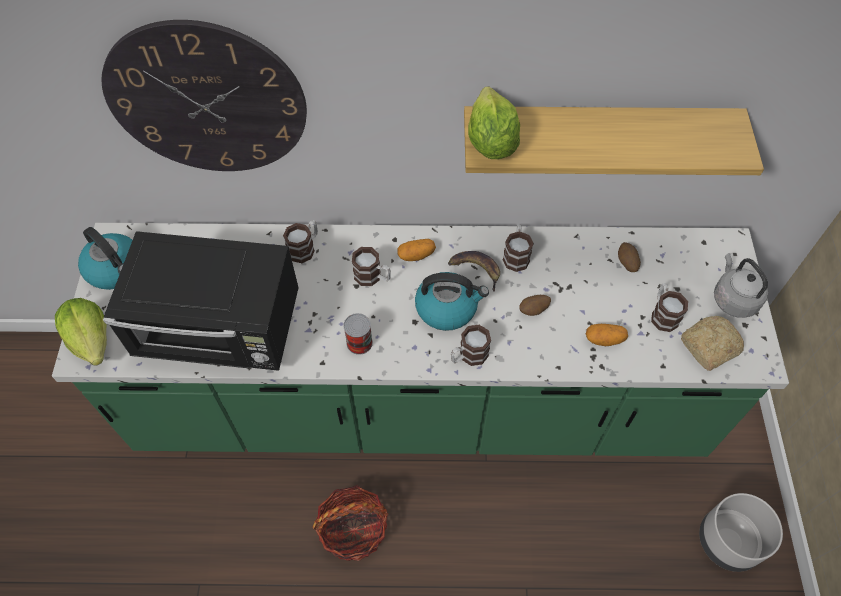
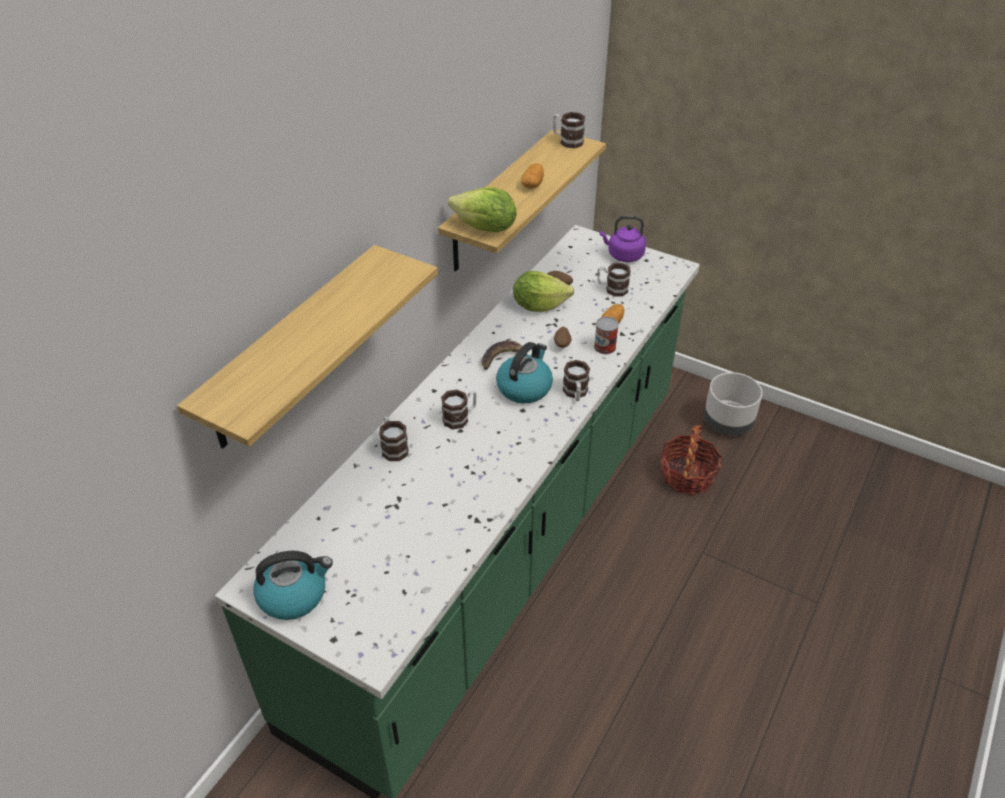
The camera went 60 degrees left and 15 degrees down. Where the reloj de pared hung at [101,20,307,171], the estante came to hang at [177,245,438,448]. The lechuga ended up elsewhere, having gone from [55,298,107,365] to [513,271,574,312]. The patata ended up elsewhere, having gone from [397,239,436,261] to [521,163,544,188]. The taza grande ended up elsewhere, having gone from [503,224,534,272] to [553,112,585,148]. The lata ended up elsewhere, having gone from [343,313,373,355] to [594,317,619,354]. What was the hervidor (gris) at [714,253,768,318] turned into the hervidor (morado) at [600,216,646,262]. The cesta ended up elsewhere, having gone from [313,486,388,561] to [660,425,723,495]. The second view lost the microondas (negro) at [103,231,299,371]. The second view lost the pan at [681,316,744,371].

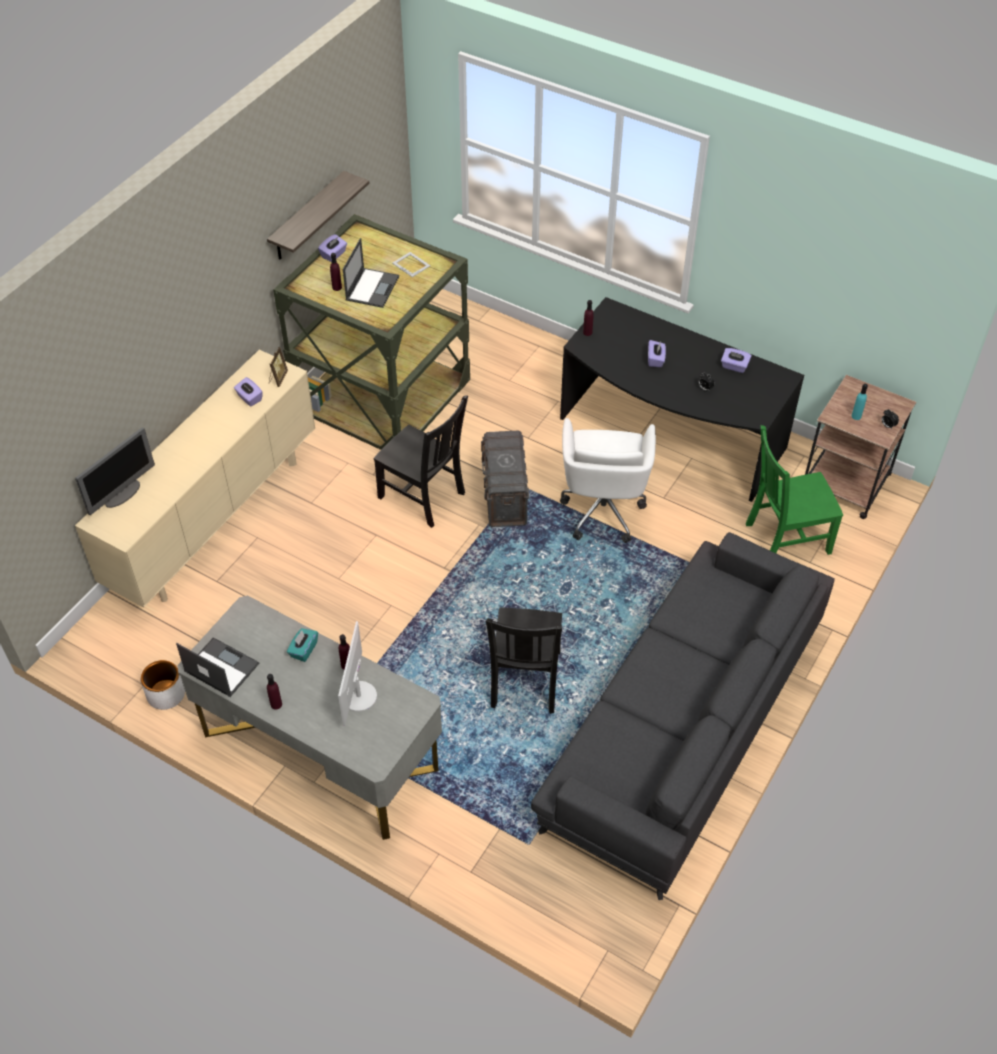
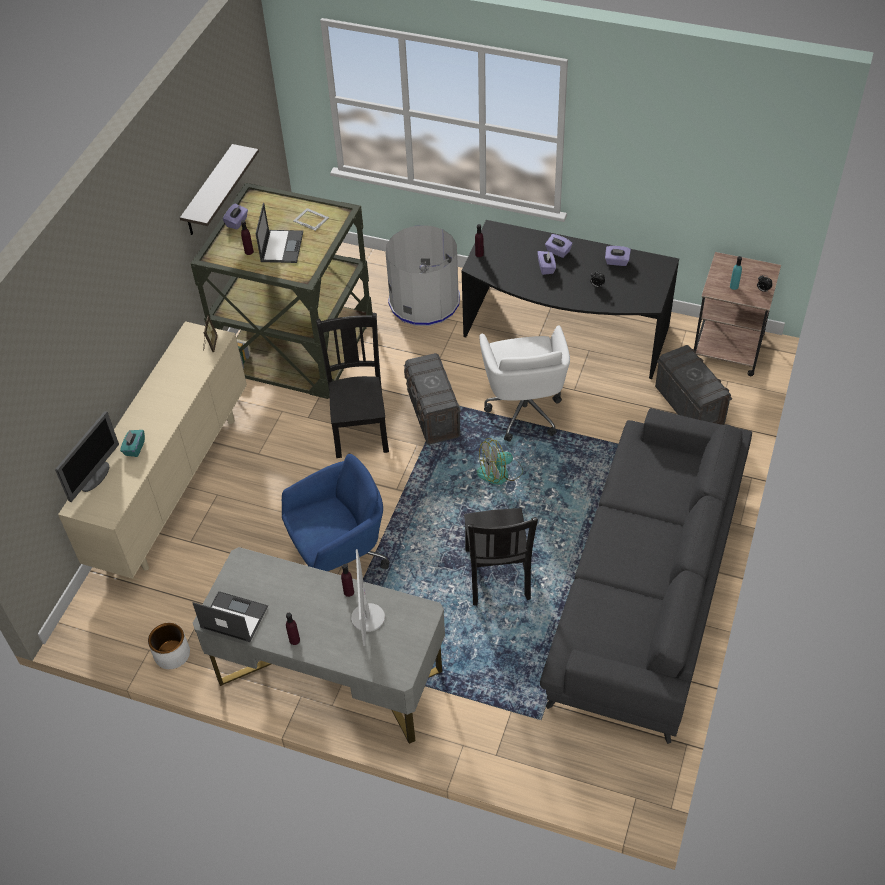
The camera went 10 degrees left and 0 degrees up. The caja de pañuelos (turquesa) ended up elsewhere, having gone from [287,628,318,662] to [120,430,145,457]. The second view gained the silla de oficina (azul) at [282,454,390,571]. The silla (negro) at [374,395,468,528] ended up facing another way, 120 degrees counterclockwise from before. The second view gained the papelera (gris) at [386,225,460,326]. The second view gained the ventilador at [477,438,523,485]. The caja de pañuelos (morado) ended up elsewhere, having gone from [234,377,263,406] to [545,234,573,258]. Where the silla (verde) stood at [746,425,843,555], the caja de almacenaje (gris) came to stand at [655,345,732,425].

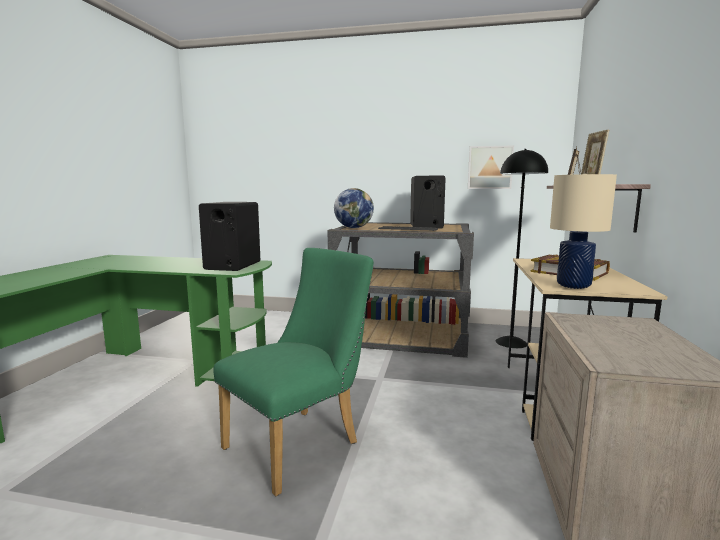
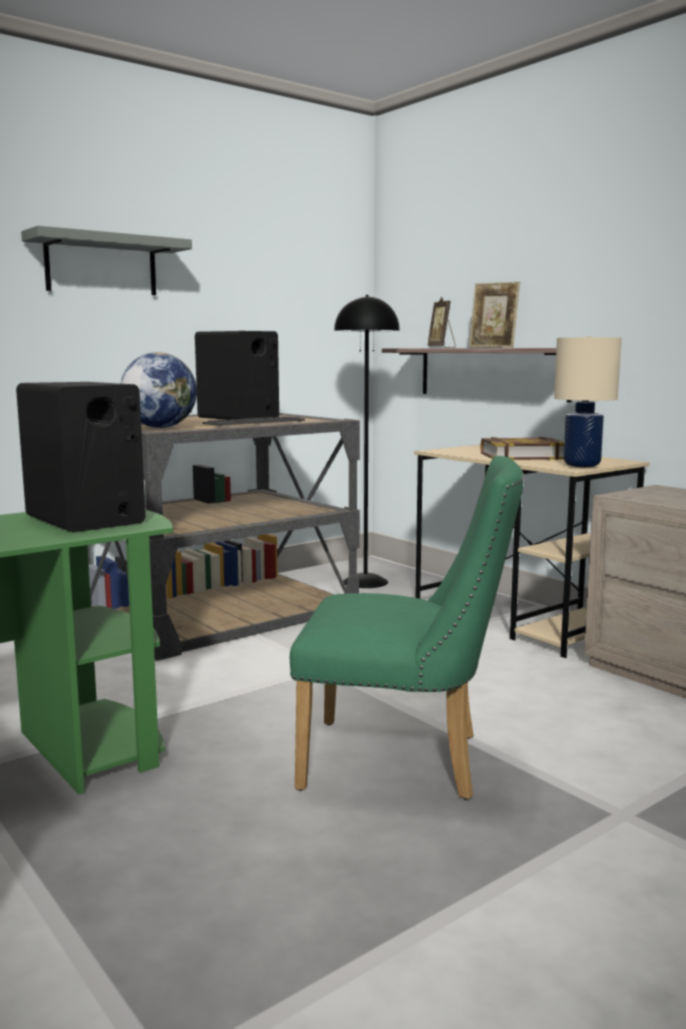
The camera went 50 degrees left and 0 degrees up. The second view gained the estante (gris) at [21,226,192,295]. The silla (verde) at [213,248,374,496] ended up facing another way, 105 degrees clockwise from before. The second view lost the cuadro at [468,145,514,189].

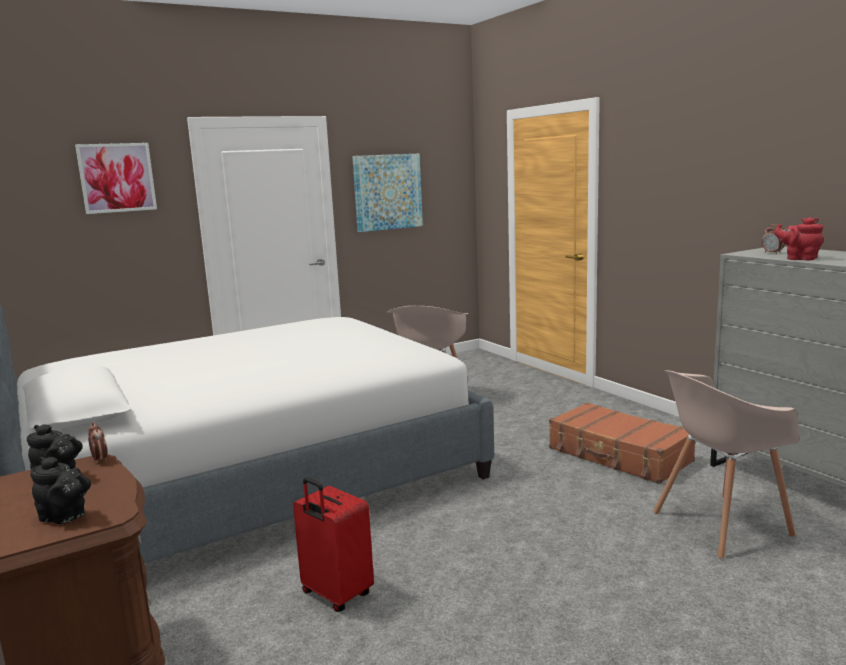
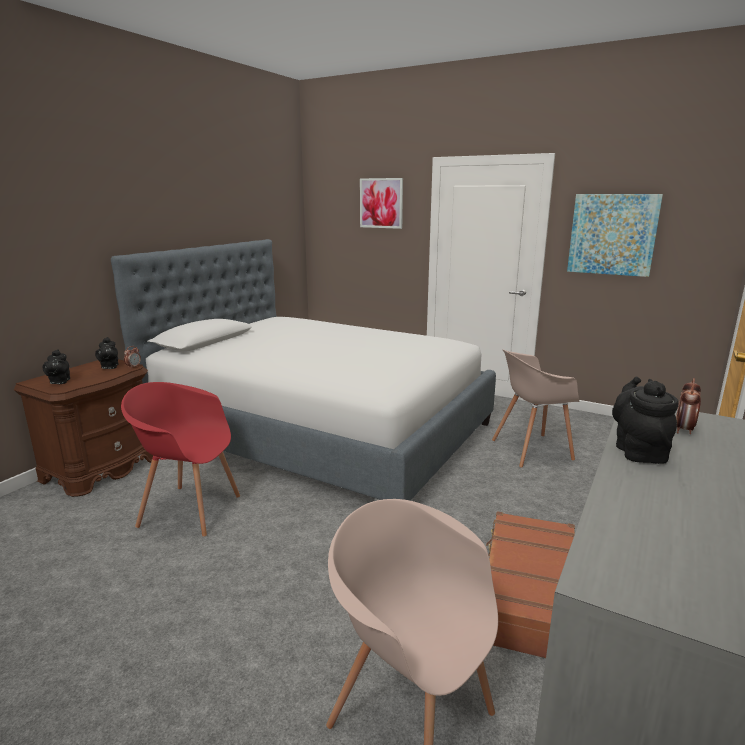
The camera went 60 degrees right and 5 degrees up. Where the maleta (rojo) stood at [293,477,374,612], the silla (rojo) came to stand at [121,382,240,537]. What was the tetera (rojo) at [774,217,824,260] turned into the tetera (negro) at [612,377,679,464].

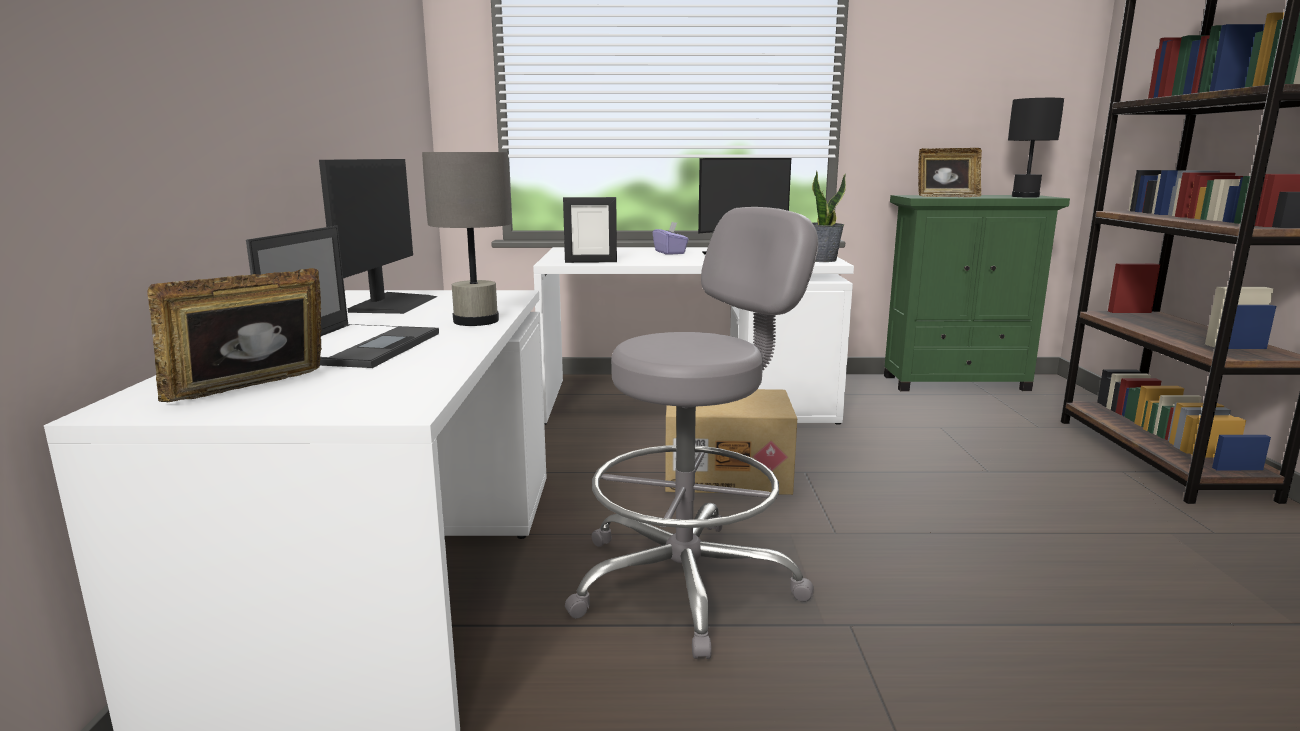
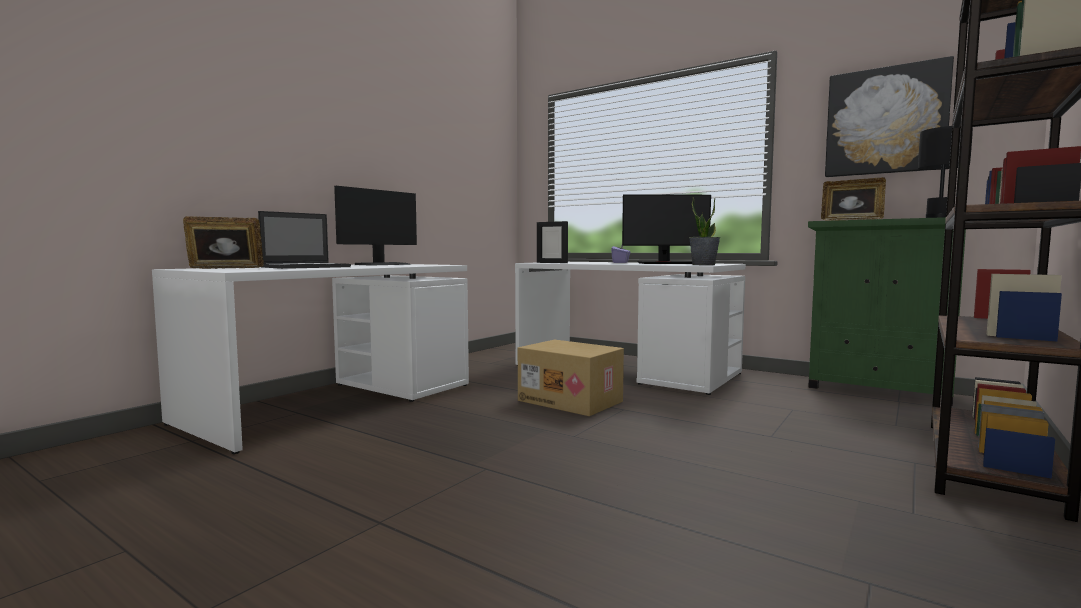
The camera went 35 degrees right and 10 degrees down. The second view gained the cuadro at [825,56,954,177]. The second view lost the lámpara de mesa (gris) at [422,152,511,326]. The second view lost the taburete (gris) at [565,207,818,659].

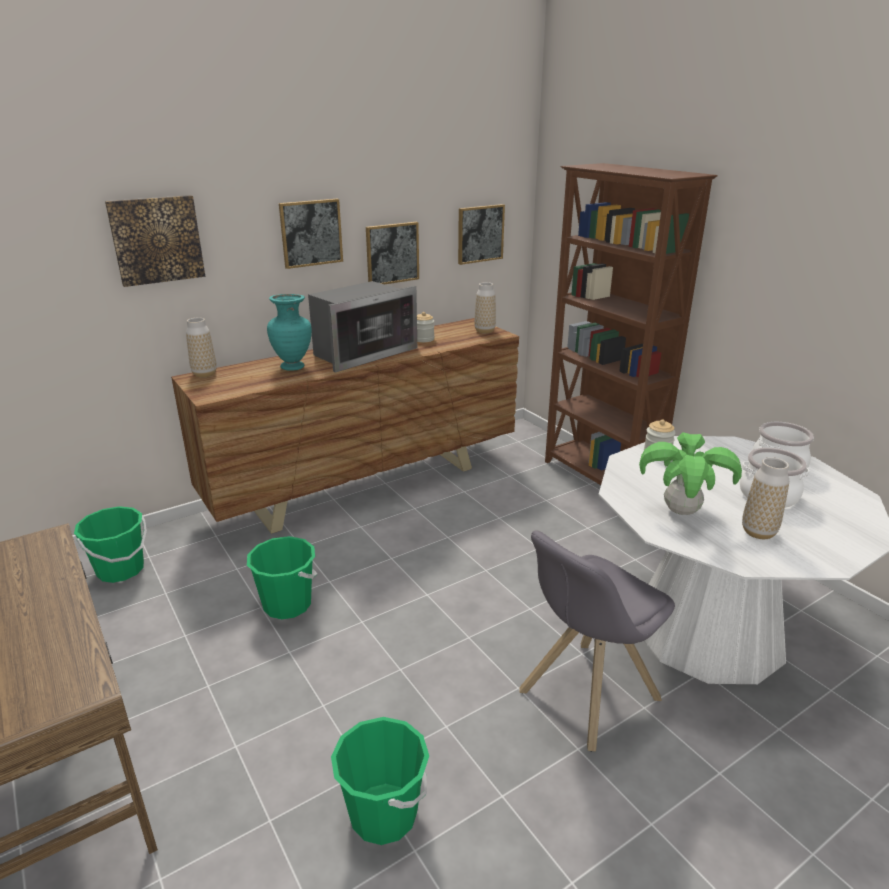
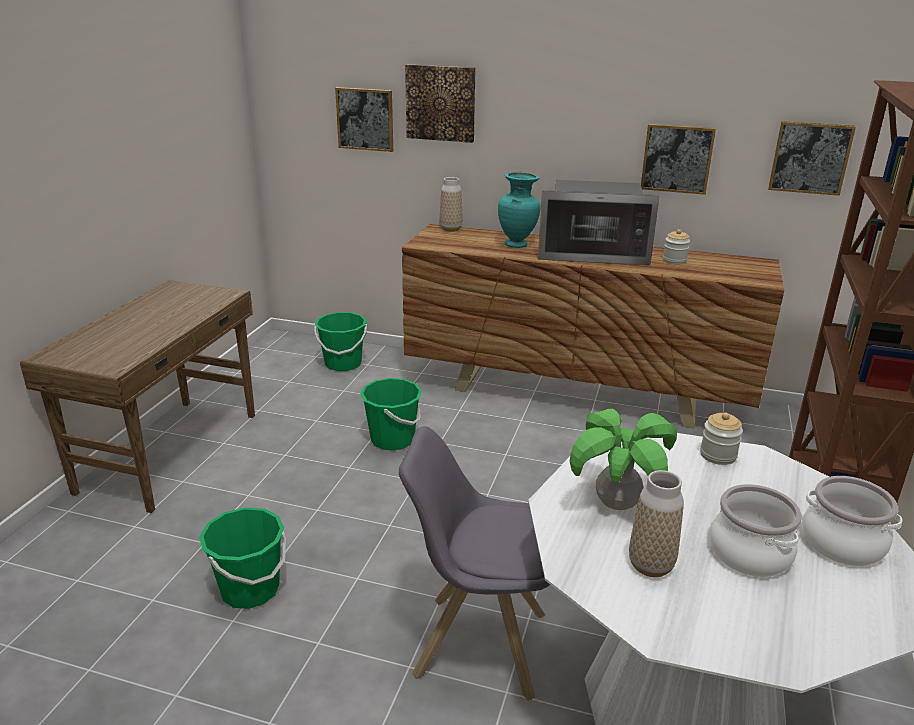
The camera went 50 degrees right and 0 degrees up. The cuadro ended up elsewhere, having gone from [279,199,343,269] to [335,87,393,152]. The second view lost the florero at [474,282,496,333].

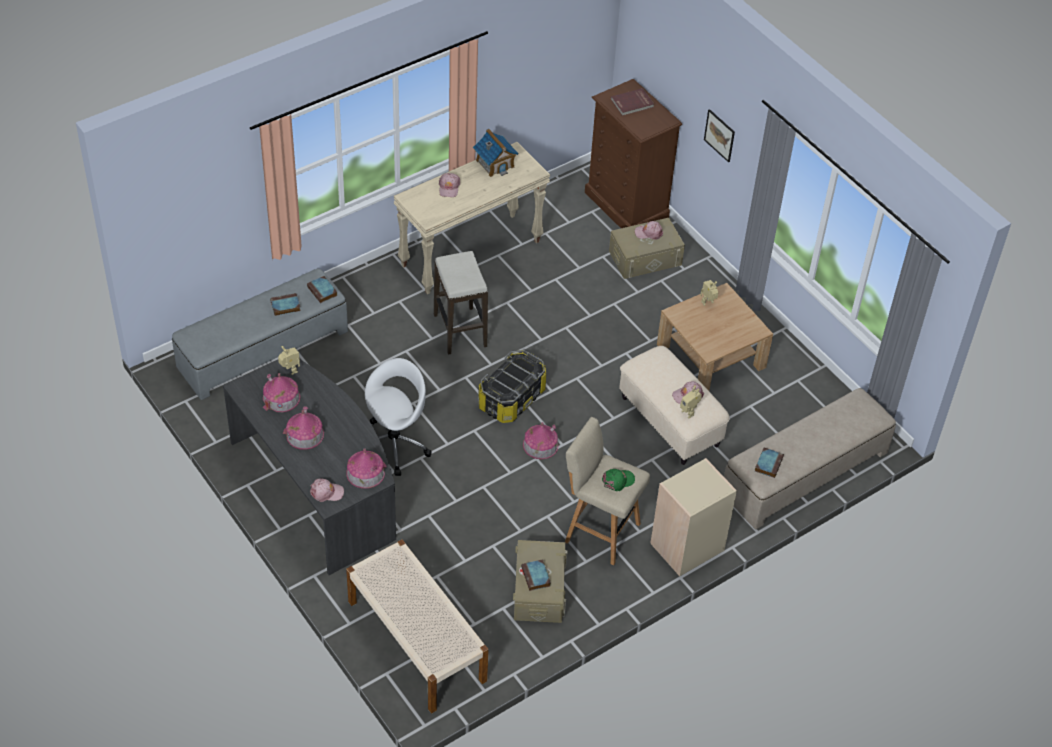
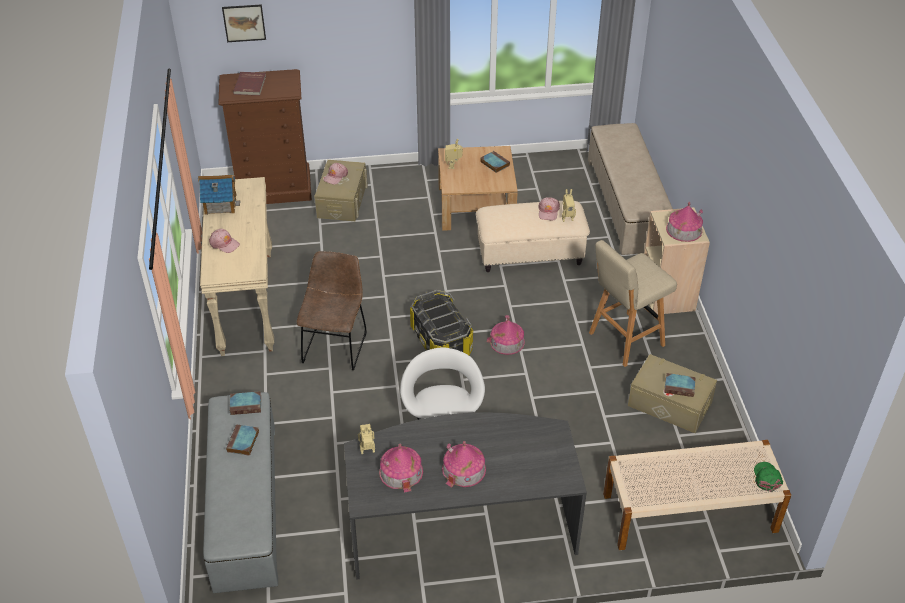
The camera went 60 degrees left and 5 degrees down. The cuadro ended up elsewhere, having gone from [704,109,735,162] to [222,4,266,42]. Where the taburete stood at [434,251,488,355], the silla (marrón) came to stand at [297,251,367,370]. The libro ended up elsewhere, having gone from [755,448,784,478] to [480,151,510,173]. The casita ended up elsewhere, having gone from [346,448,387,489] to [666,202,703,242]. The gorra (verde) ended up elsewhere, having gone from [602,469,635,491] to [754,462,783,492]. The second view lost the gorra (rosa) at [310,478,344,502].

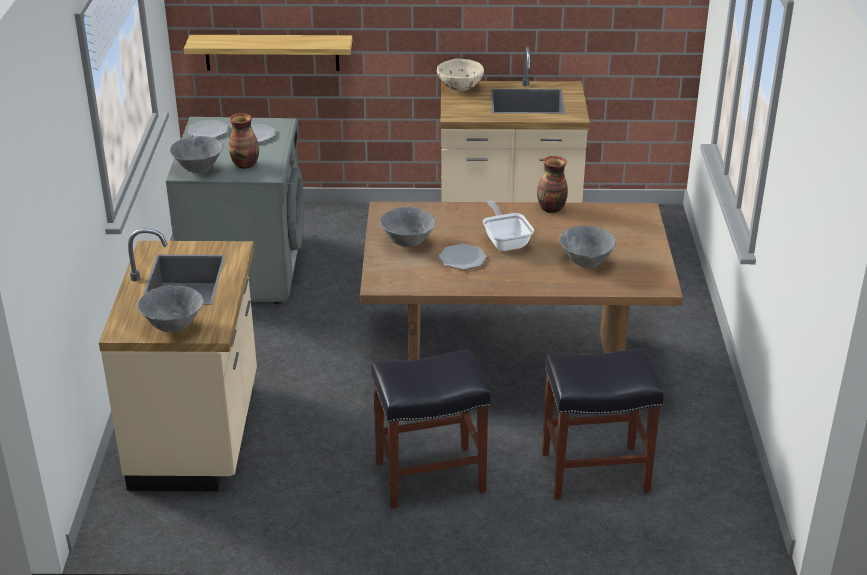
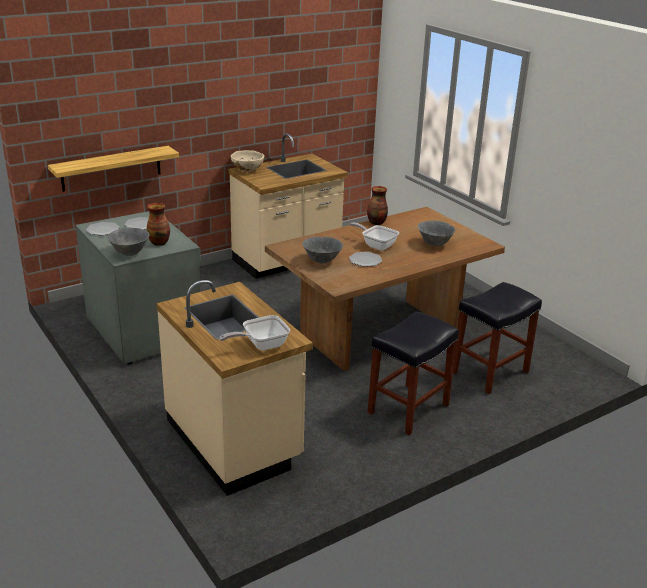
The camera went 35 degrees left and 5 degrees down. Where the cuenco (gris) stood at [137,285,204,332], the sartén came to stand at [219,315,290,351].

